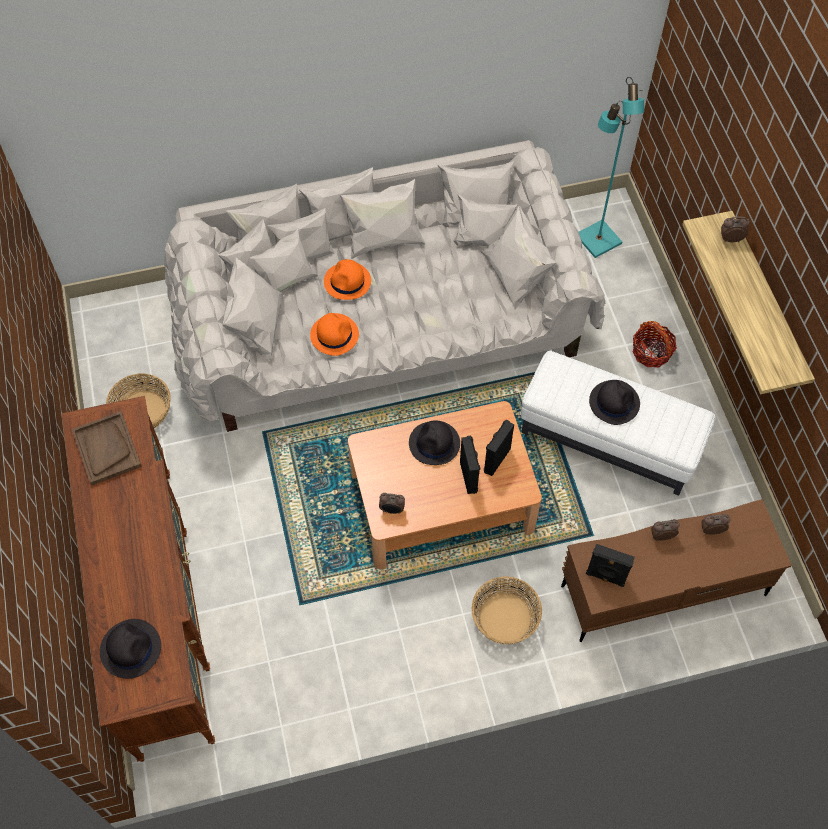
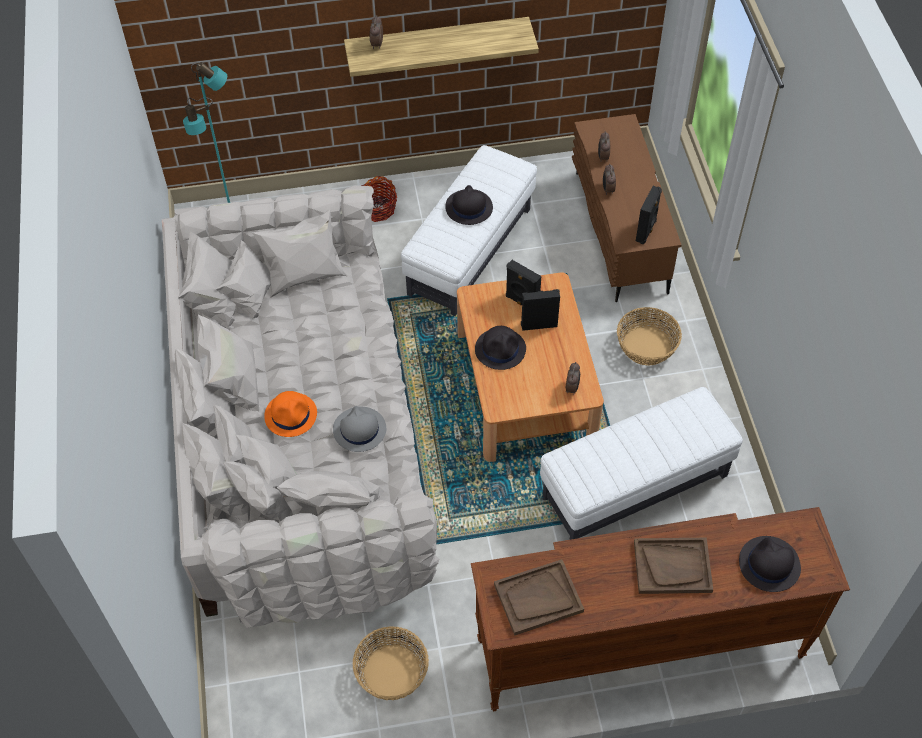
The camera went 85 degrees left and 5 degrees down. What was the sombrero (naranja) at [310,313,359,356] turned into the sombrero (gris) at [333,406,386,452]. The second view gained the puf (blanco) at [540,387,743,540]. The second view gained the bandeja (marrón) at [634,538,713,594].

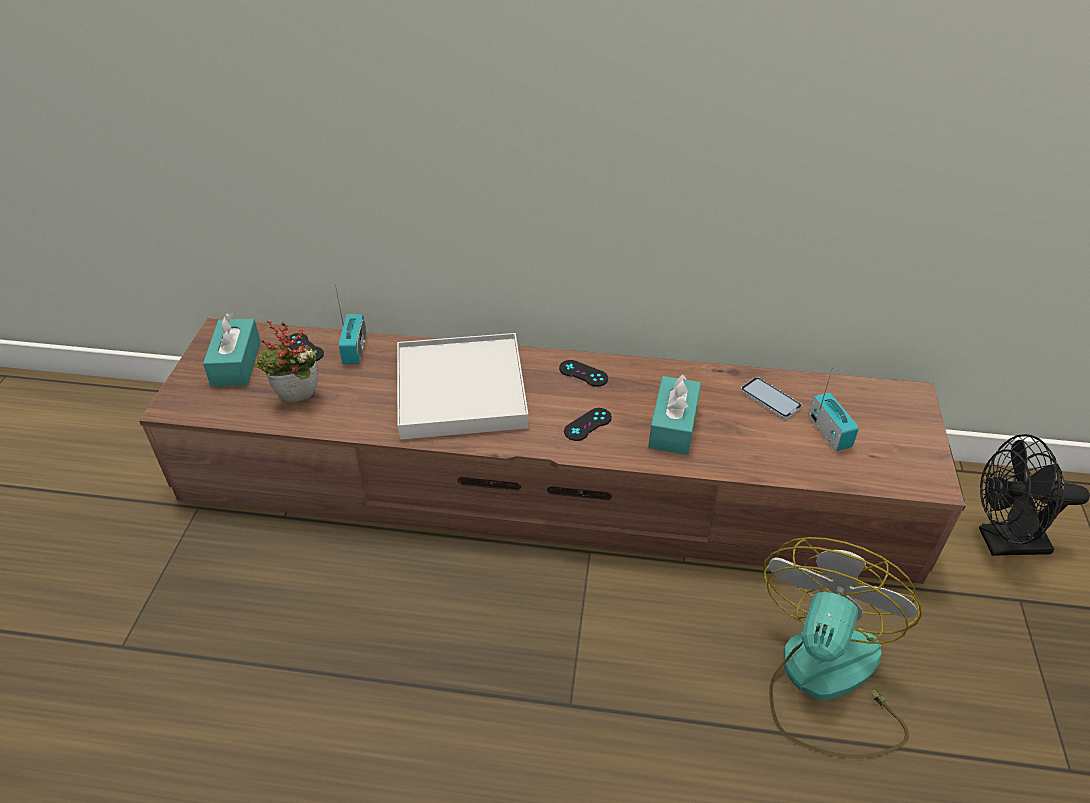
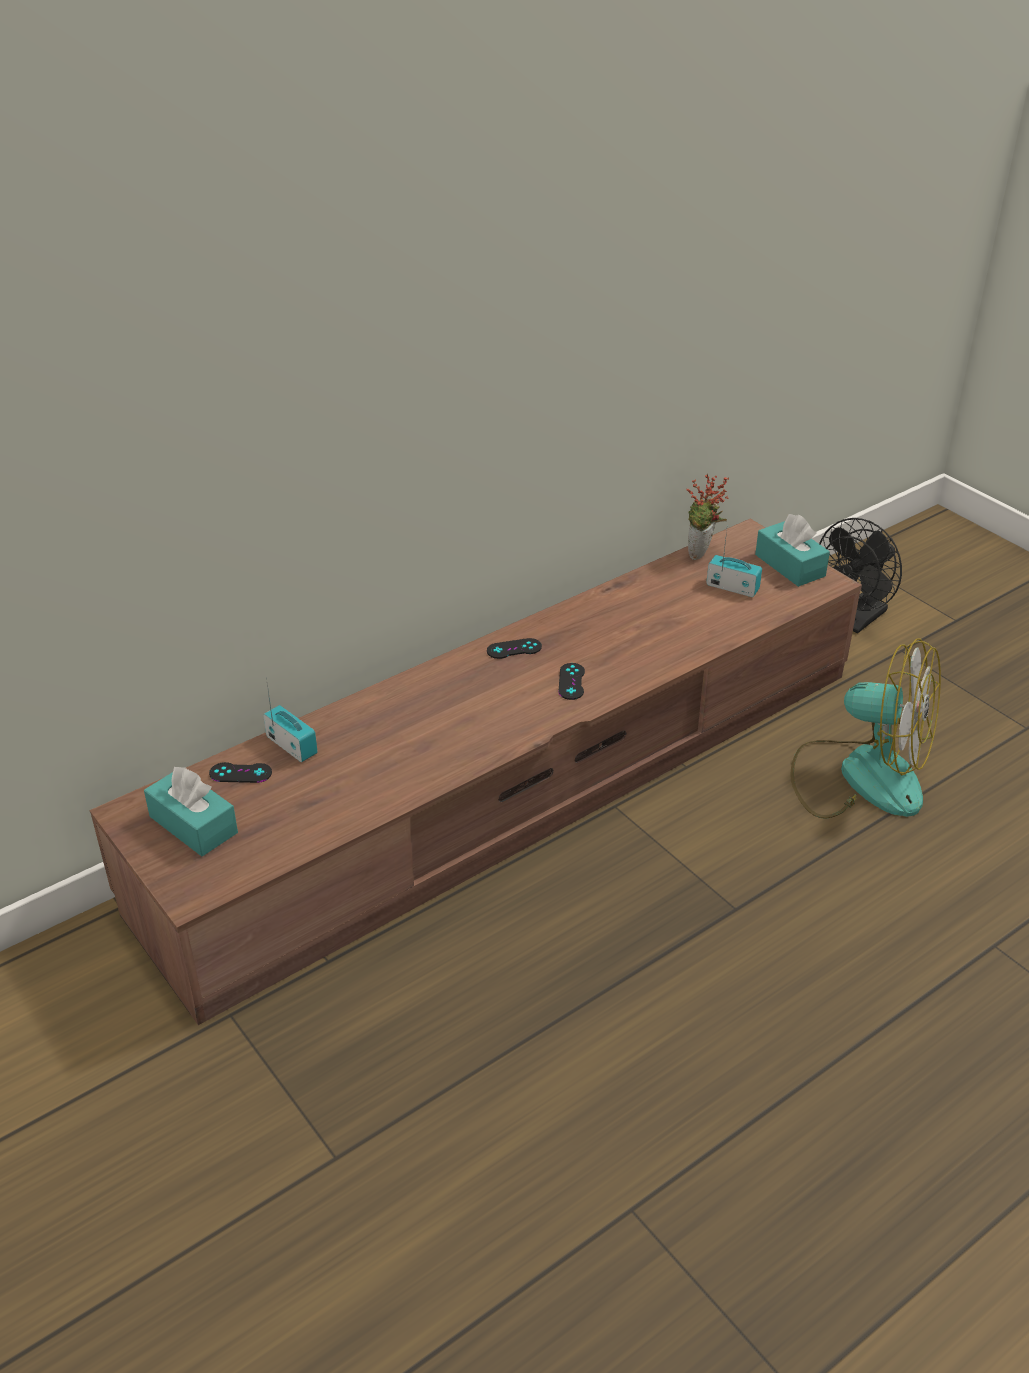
The camera went 45 degrees left and 5 degrees down. The planta en maceta ended up elsewhere, having gone from [255,321,318,402] to [686,474,729,560]. The caja de pañuelos (turquesa) ended up elsewhere, having gone from [648,374,701,455] to [755,514,830,587]. The ventilador at [763,537,922,759] ended up facing another way, 135 degrees clockwise from before. The second view lost the bandeja (blanco) at [397,333,529,440]. The second view lost the móvil at [741,377,802,419].

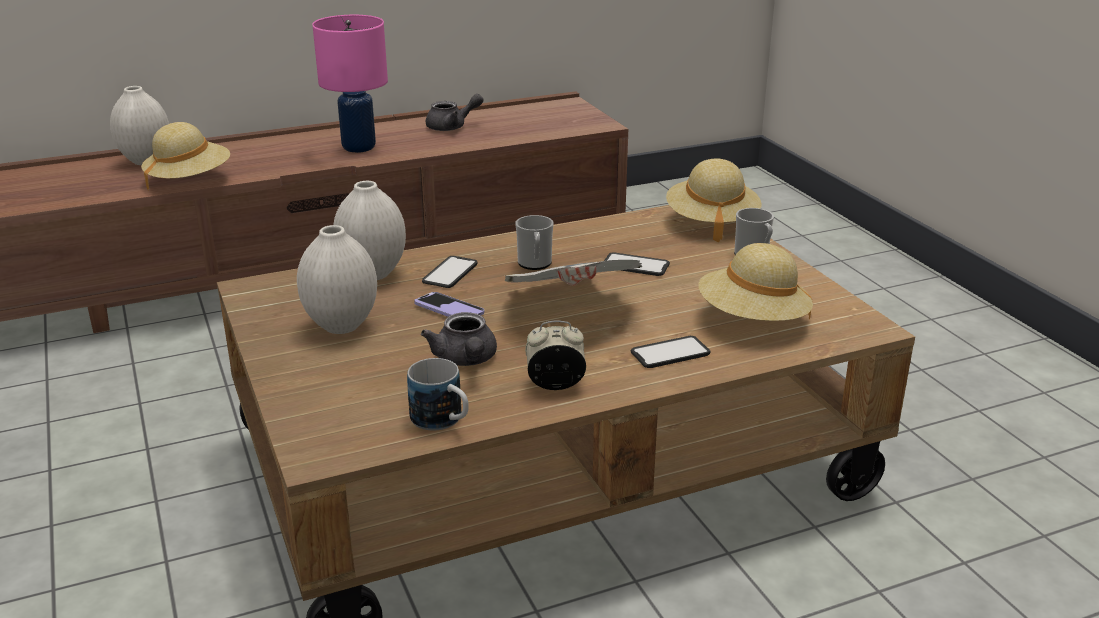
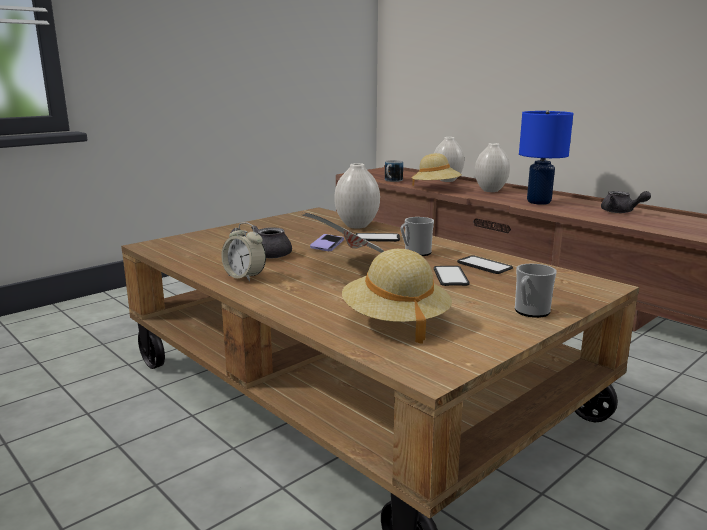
The camera went 70 degrees right and 10 degrees down. The despertador at [525,320,586,390] ended up facing another way, 150 degrees clockwise from before. The taza grande ended up elsewhere, having gone from [407,358,469,430] to [385,160,403,182]. The móvil ended up elsewhere, having gone from [631,336,711,368] to [457,255,513,274]. The florero (blanco) ended up elsewhere, having gone from [297,225,377,334] to [475,143,510,192]. What was the lámpara de mesa (rosa) at [312,15,388,153] turned into the lámpara de mesa (azul) at [519,111,573,205]. The second view lost the sombrero (beis) at [666,159,761,242].

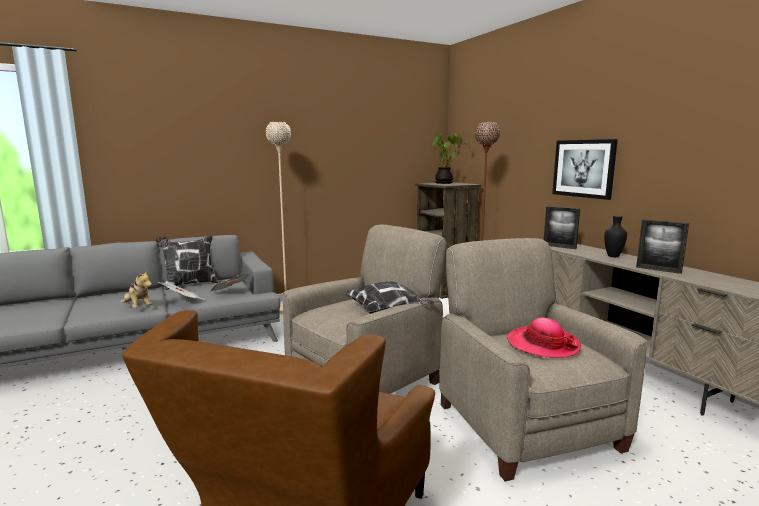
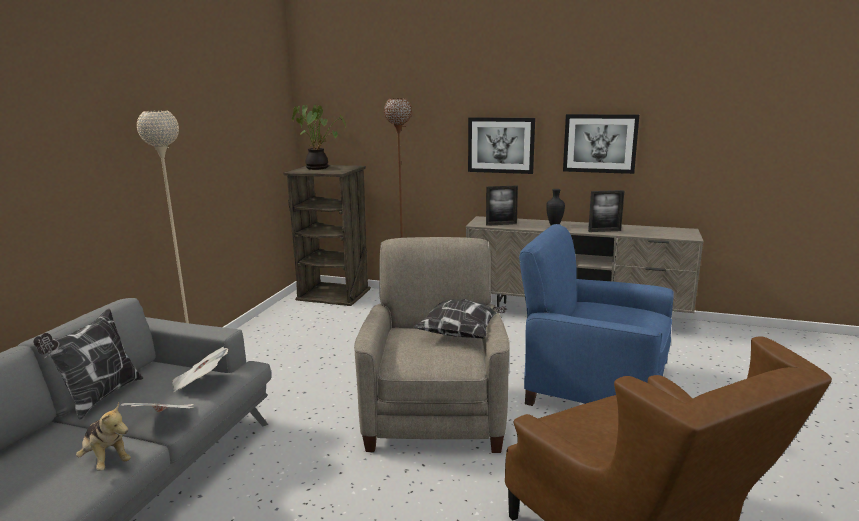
The camera went 45 degrees left and 5 degrees up. The peluche at [121,270,152,308] ended up facing another way, 45 degrees clockwise from before. What was the sillón (beis) at [439,238,647,482] turned into the sillón (azul) at [519,224,674,406]. The second view gained the cuadro at [563,114,639,174]. The second view lost the sombrero at [507,318,581,358].

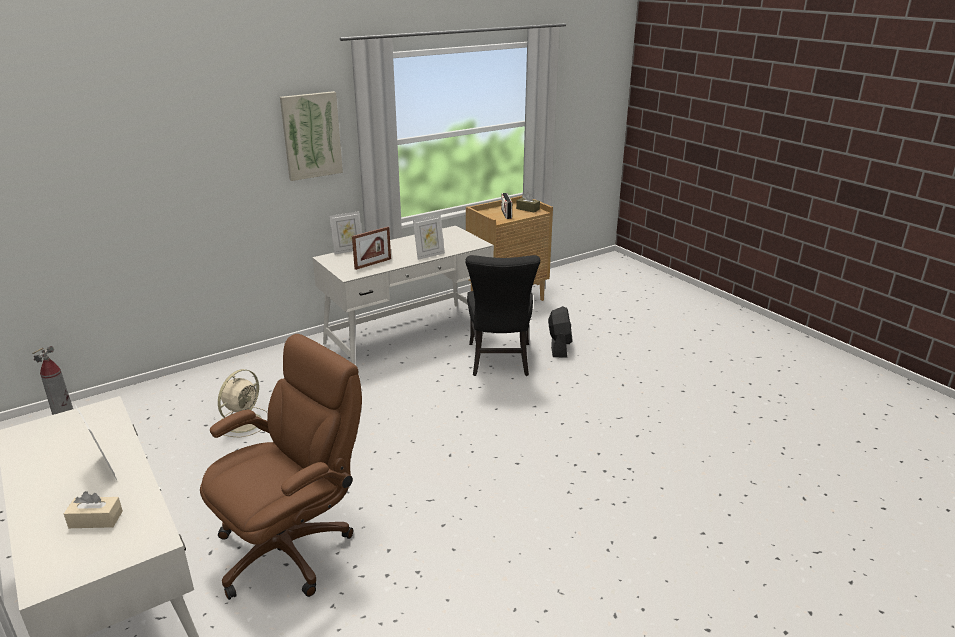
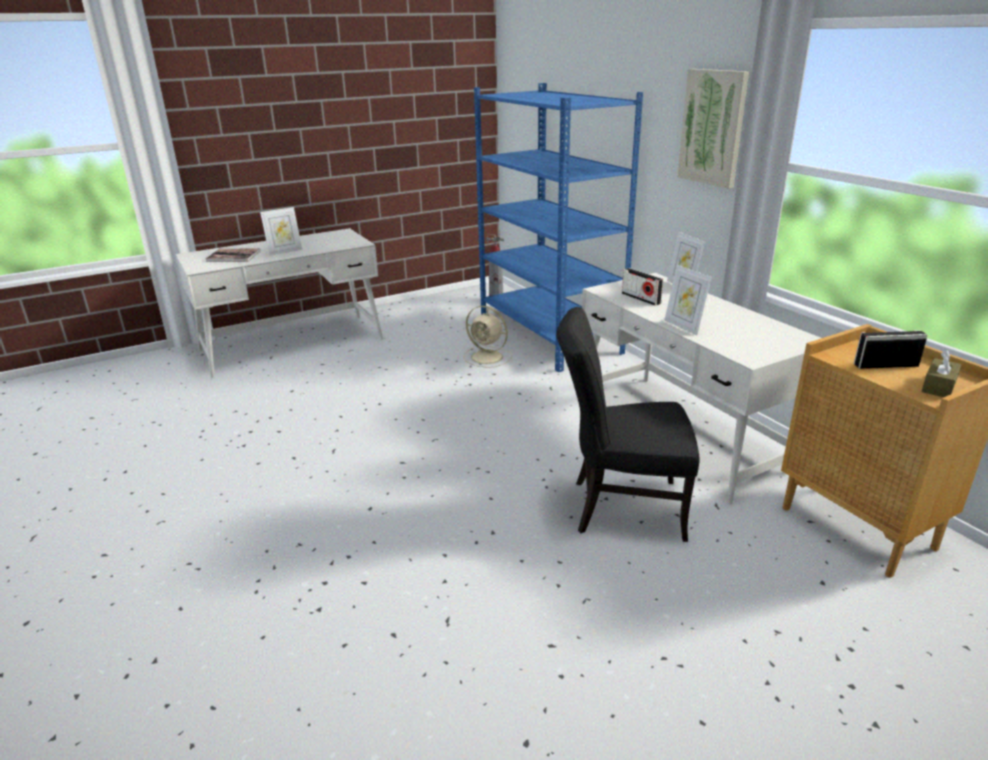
The camera went 95 degrees right and 0 degrees up. Where the caja de pañuelos (beis) stood at [64,491,123,528], the libro came to stand at [206,249,261,262]. The second view gained the estantería (azul) at [474,83,643,372]. Where the portarretratos stood at [352,227,391,270], the radio came to stand at [622,268,663,306]. The second view lost the silla de oficina (marrón) at [200,334,362,600]. The second view lost the ventilador (negro) at [548,306,573,358].

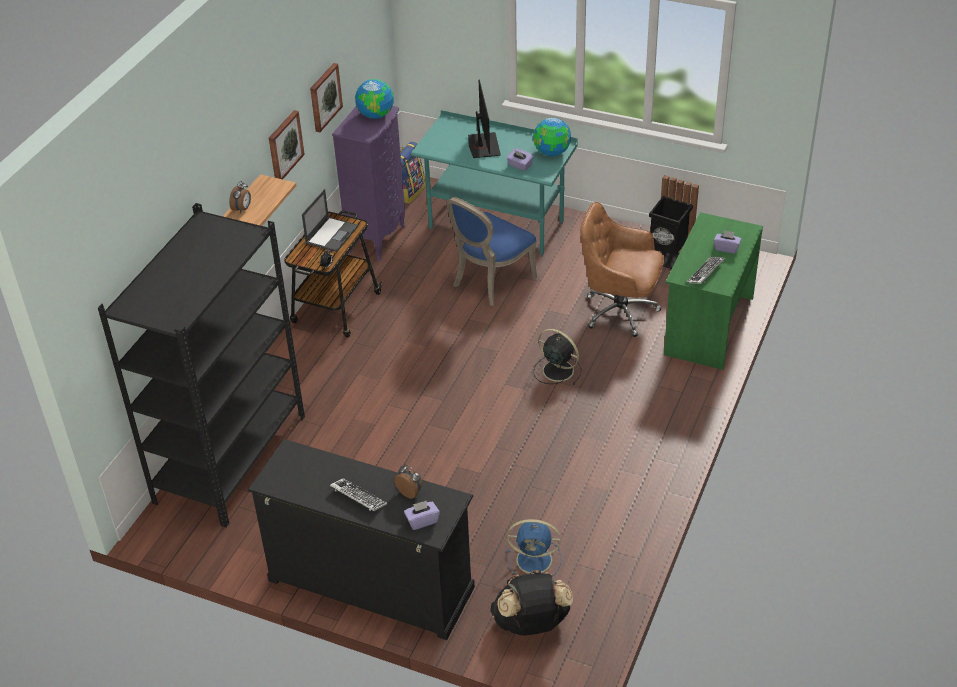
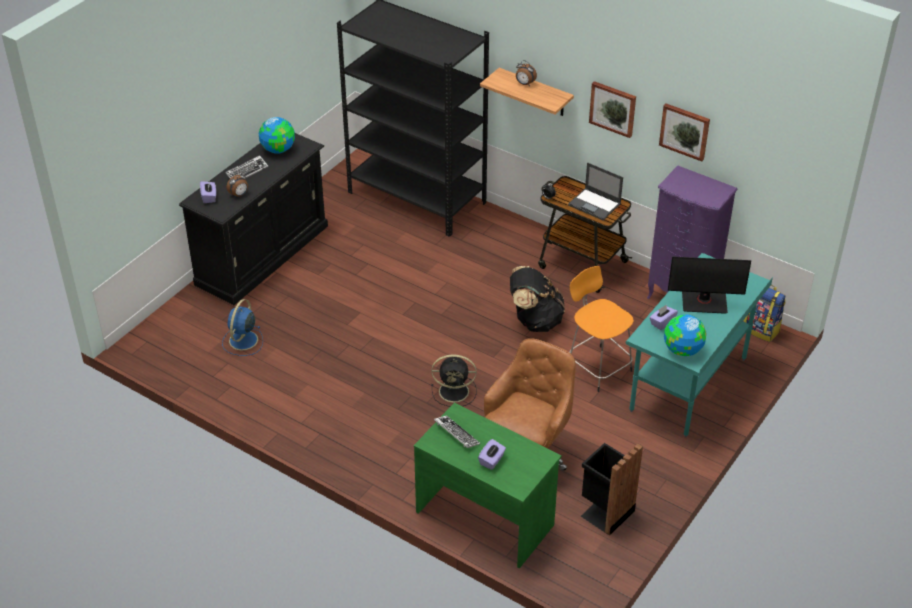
The camera went 100 degrees right and 0 degrees up. The globo terráqueo ended up elsewhere, having gone from [355,79,394,119] to [259,117,295,154]. The ventilador (negro) at [534,329,582,385] ended up facing another way, 45 degrees clockwise from before. The mochila (negro) ended up elsewhere, having gone from [491,570,573,636] to [510,266,565,332]. Where the silla (azul) stood at [446,197,537,306], the taburete (naranja) came to stand at [569,266,634,392].

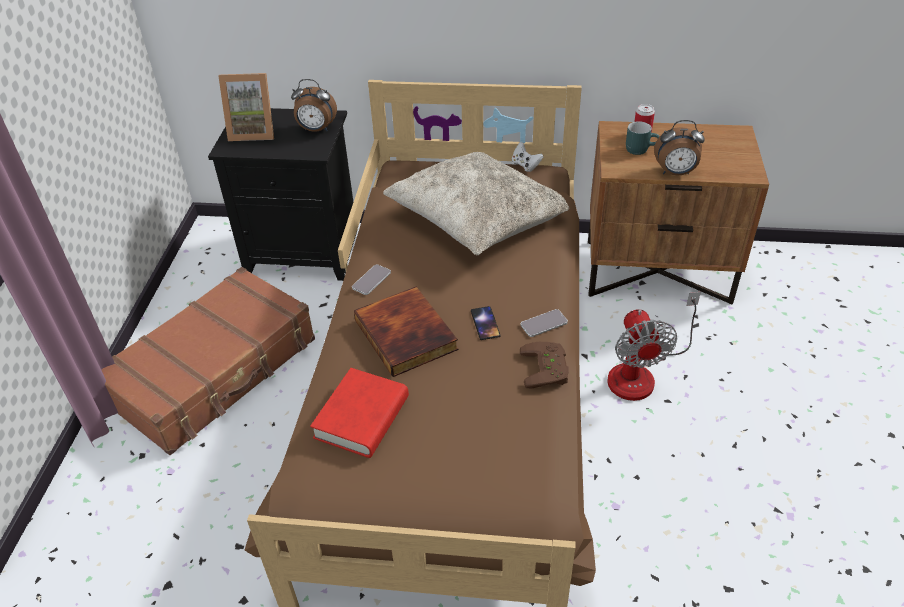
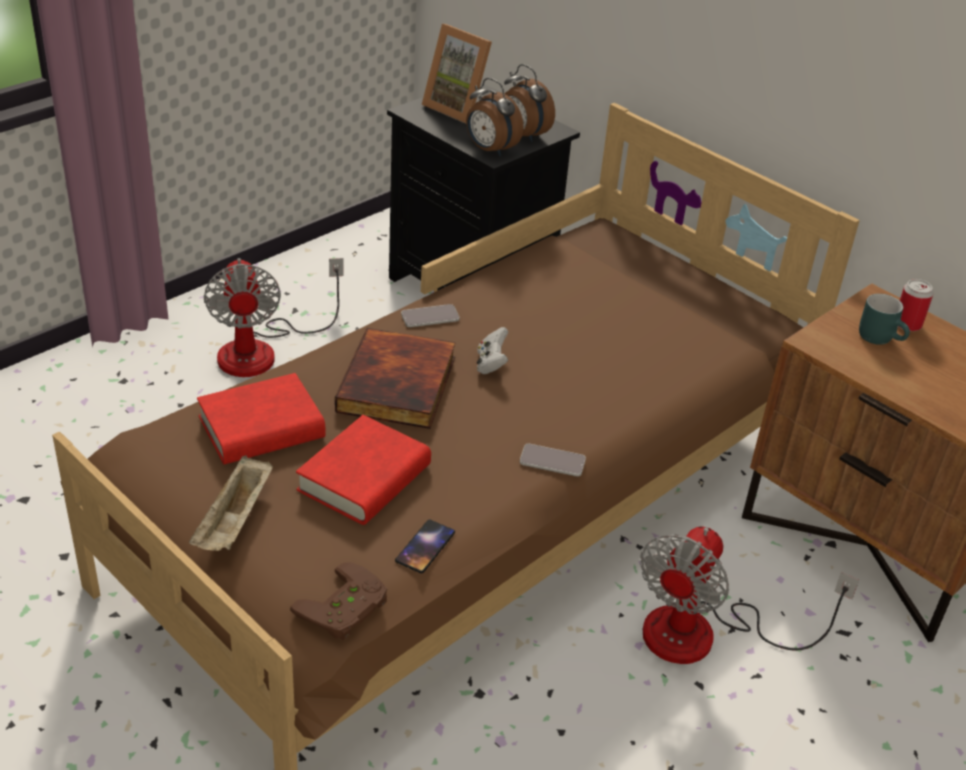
The camera went 35 degrees right and 5 degrees down. The second view gained the bandeja (beis) at [189,455,273,551]. Where the maleta (marrón) stood at [101,267,315,455], the ventilador came to stand at [204,258,344,377]. The mando de consola (marrón) ended up elsewhere, having gone from [520,342,569,389] to [290,563,387,640]. The second view gained the libro (rojo) at [296,415,431,525]. The móvil ended up elsewhere, having gone from [471,306,501,340] to [395,520,455,573]. The despertador ended up elsewhere, having gone from [654,120,705,175] to [466,78,524,156]. The mando de consola (blanco) ended up elsewhere, having gone from [512,142,543,172] to [477,327,508,374]. The second view lost the cojín (beis) at [383,152,569,256].

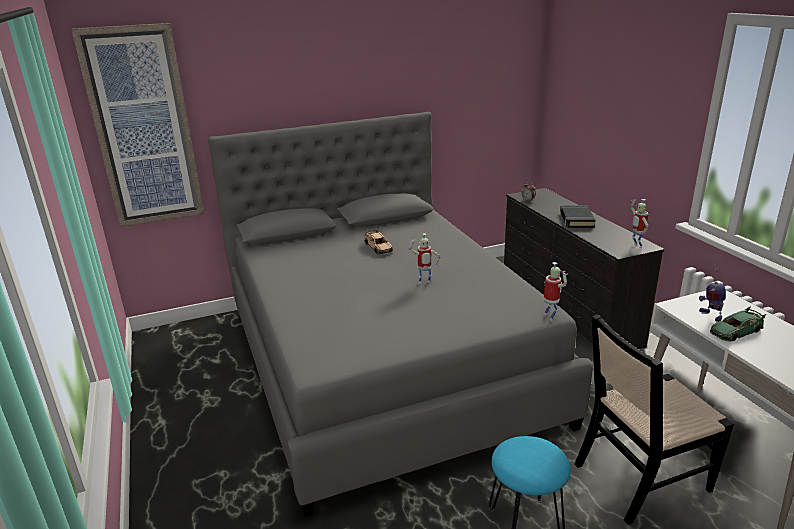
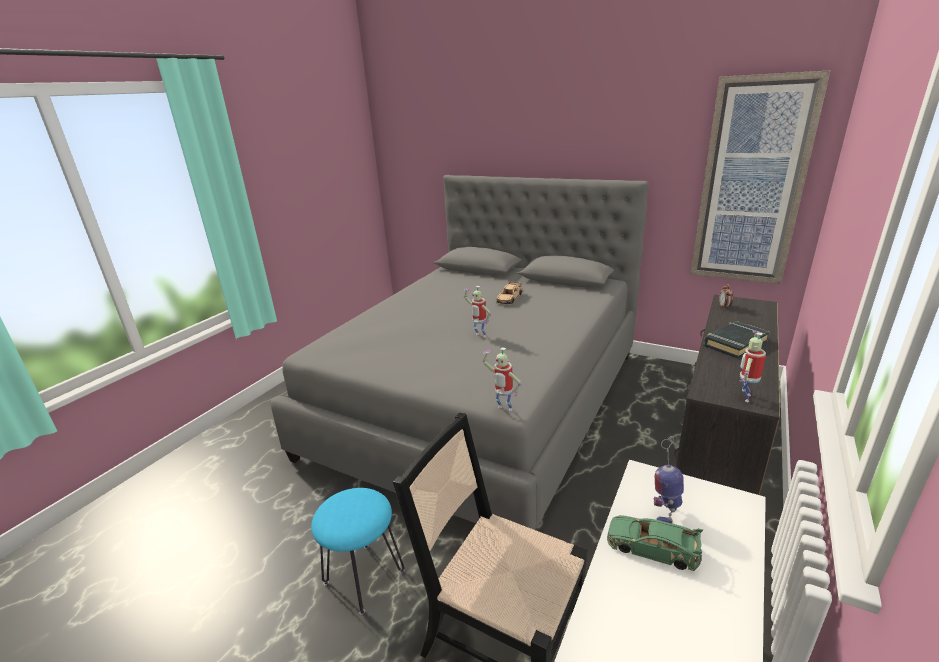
The camera went 50 degrees right and 0 degrees up. The robot de juguete at [544,262,568,321] ended up facing another way, 90 degrees clockwise from before. The cuadro ended up elsewhere, having gone from [71,23,205,227] to [690,70,830,284].

